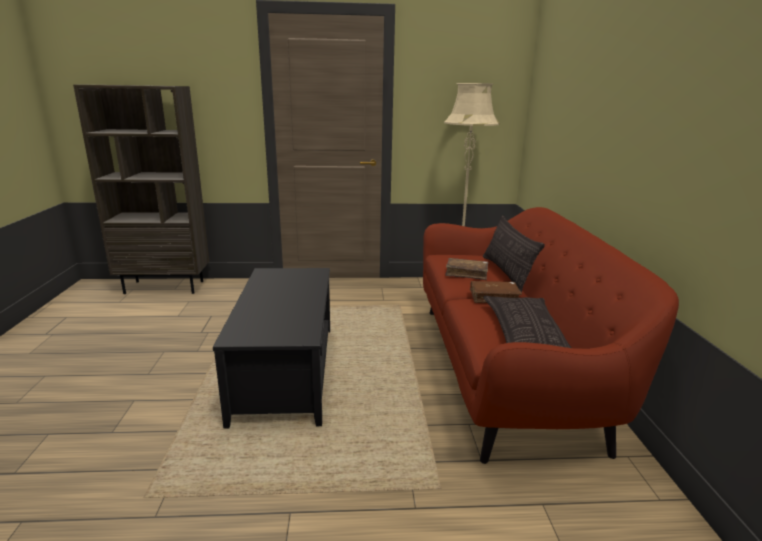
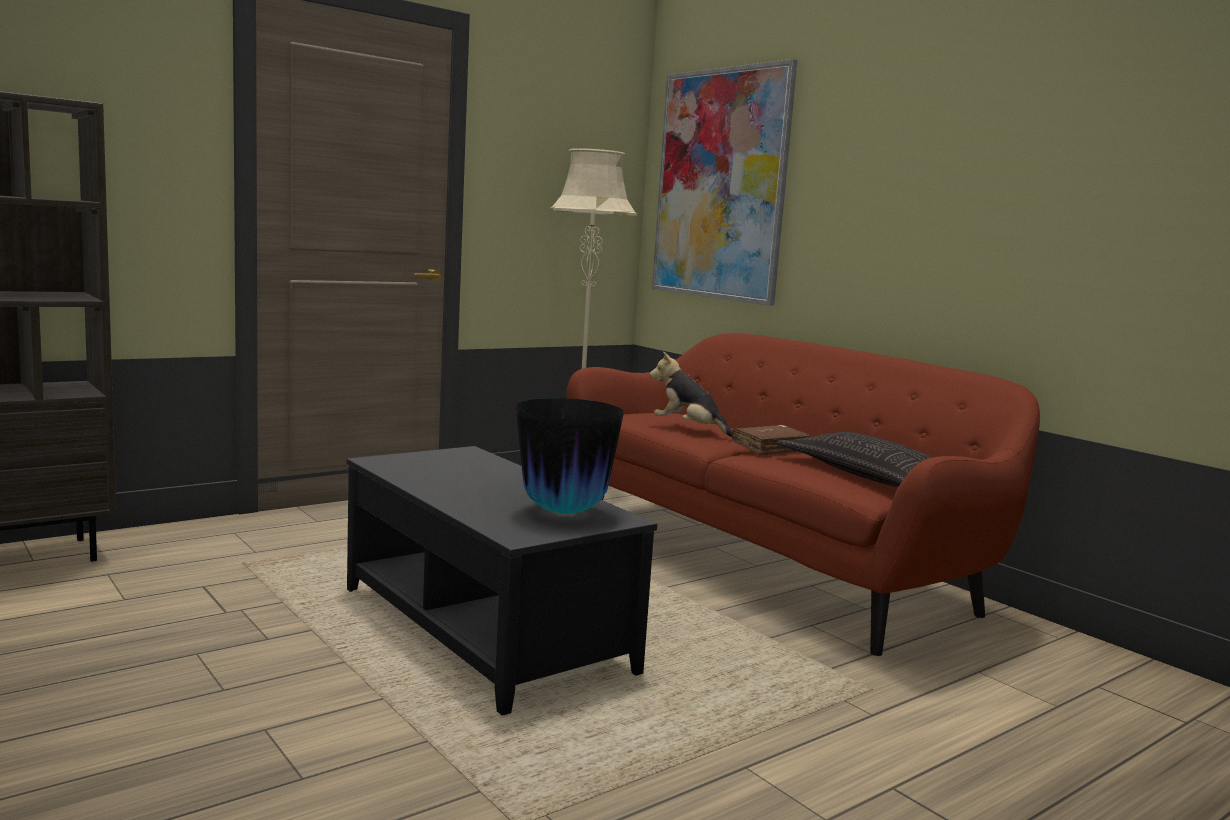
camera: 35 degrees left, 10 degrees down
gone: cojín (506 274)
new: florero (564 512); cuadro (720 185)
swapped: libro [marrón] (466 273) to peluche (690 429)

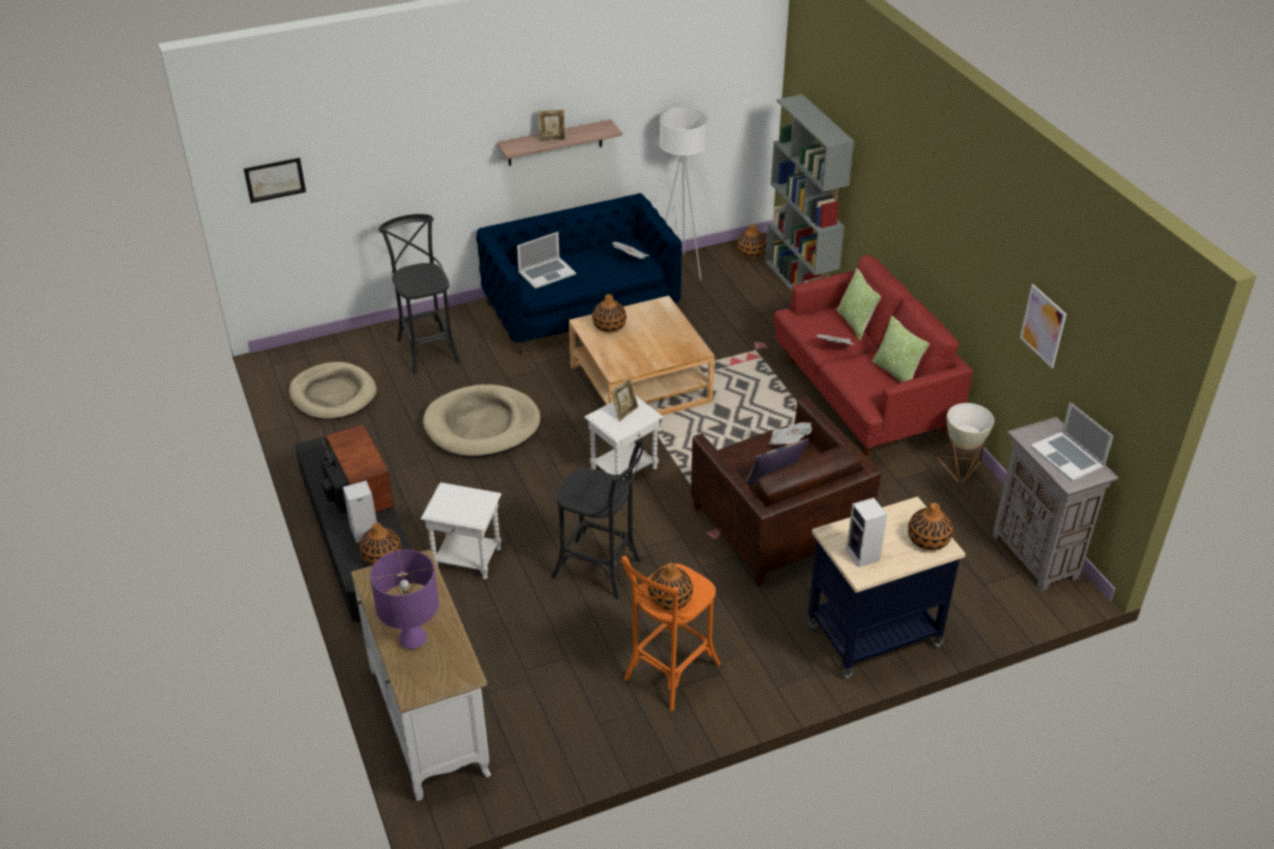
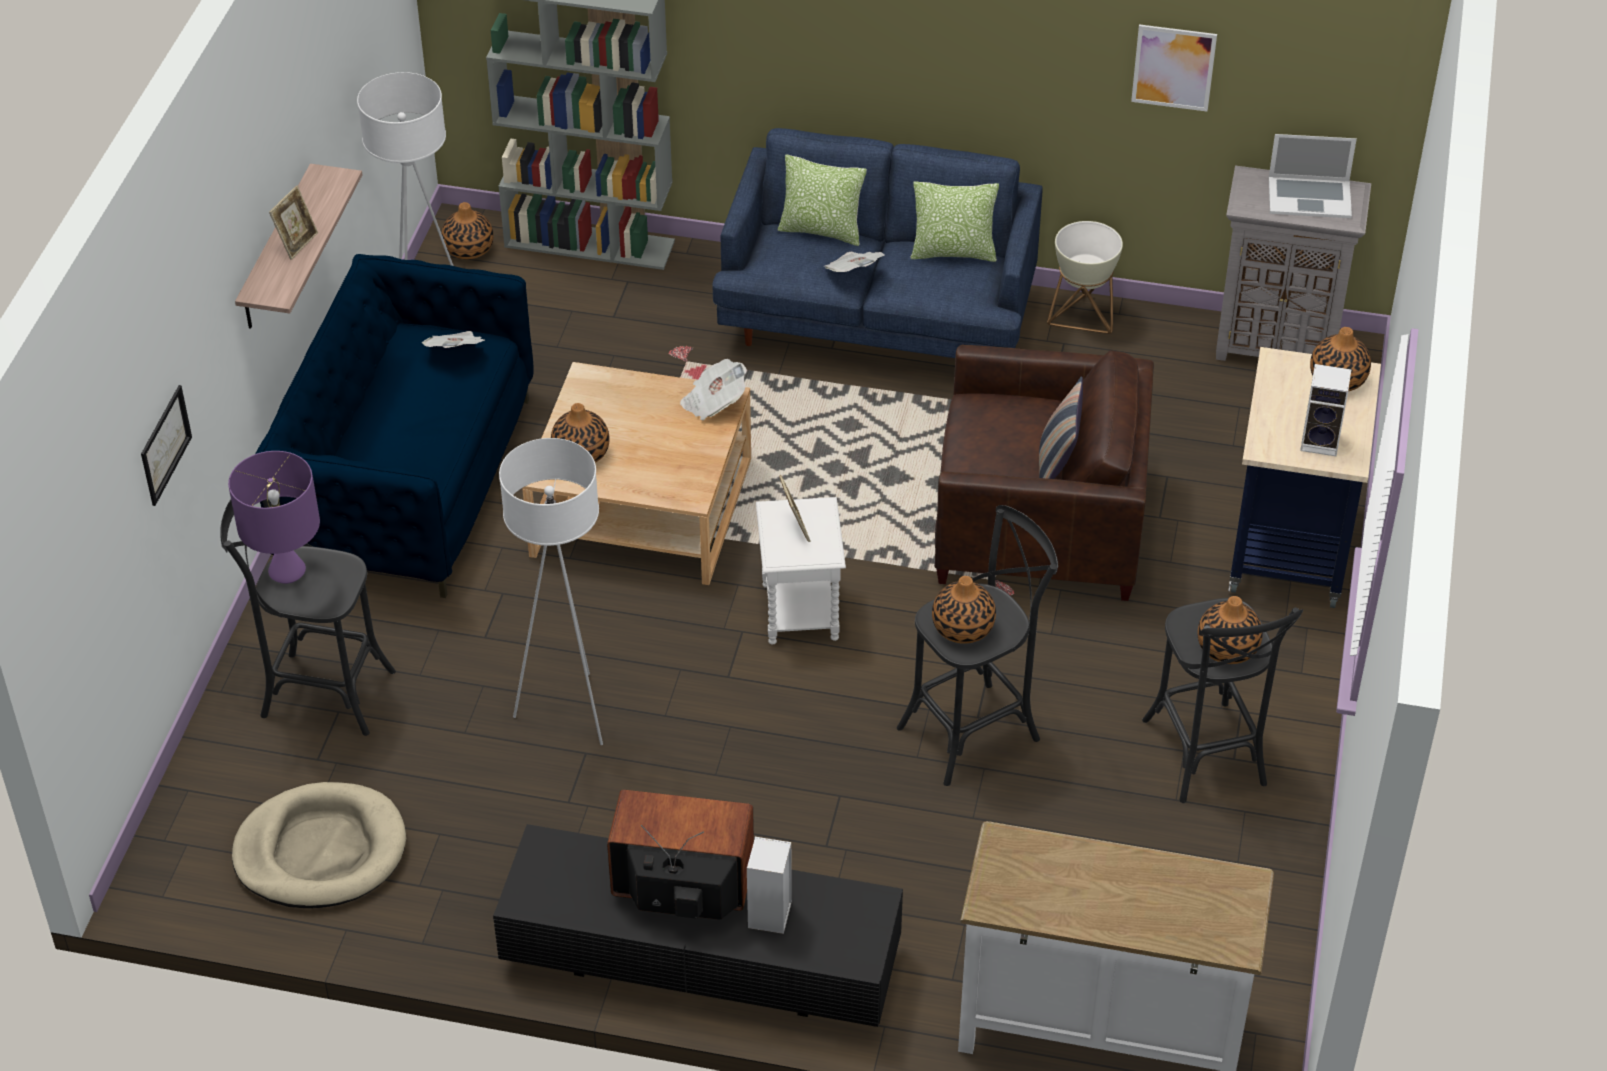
camera: 55 degrees left, 5 degrees up
gone: mesa auxiliar [blanco] (467 557); portátil (547 273)
shifted: cuadro (275 180) to (165 445); florero (382 556) to (962 627); lámpara de mesa [morado] (412 640) to (287 573); periódico (788 442) to (713 402)
swapped: cama para perro [beis] (482 426) to lámpara de pie [blanco] (568 712)
repainted: taburete [naranja] (668 674) to taburete [negro] (1206 757); sofá [rojo] (861 397) to sofá [azul] (877 321)

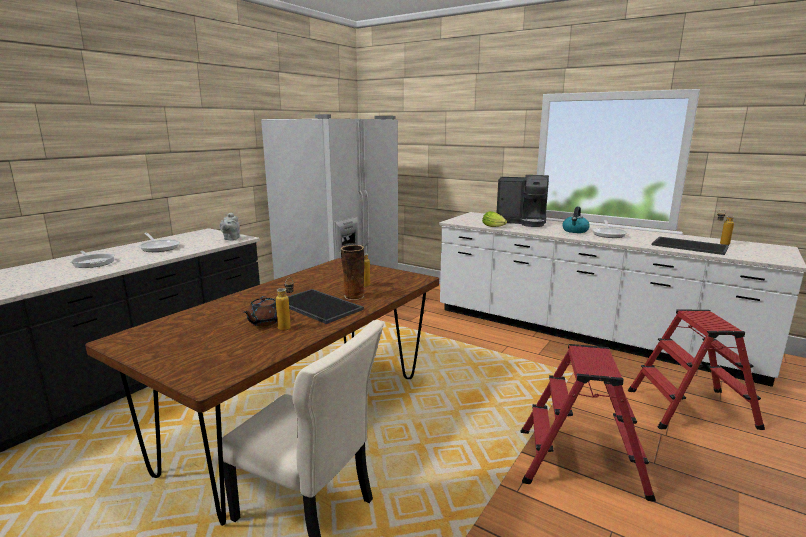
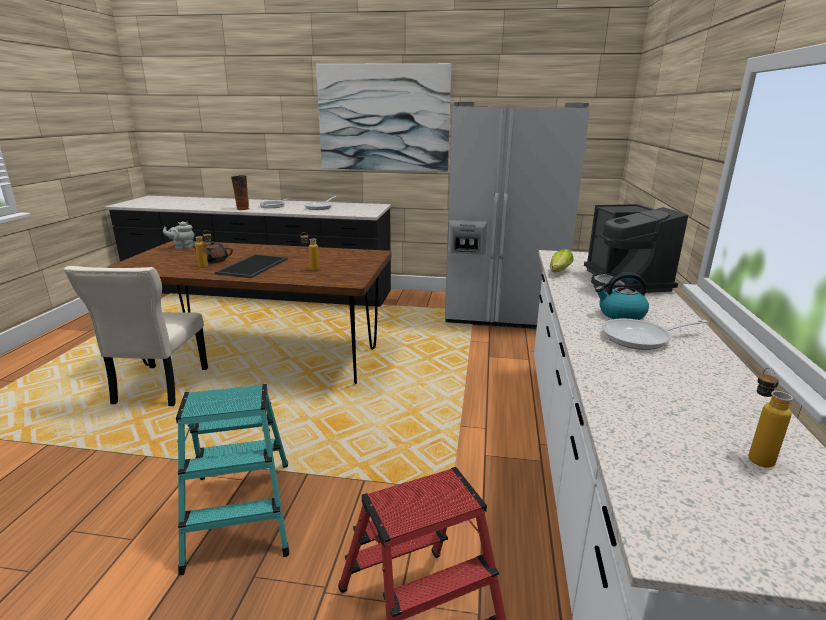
camera: 65 degrees right, 5 degrees up
gone: bandeja (690 246)
new: cuadro (383 118)
shifted: tetera [gris] (231 239) to (182 247); florero (353 297) to (242 209)
repainted: escalera de tijera [rojo] (581 463) to escalera de tijera [turquesa] (240 511)

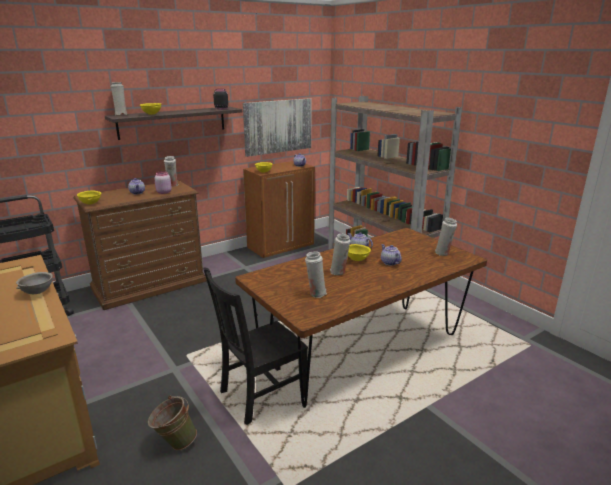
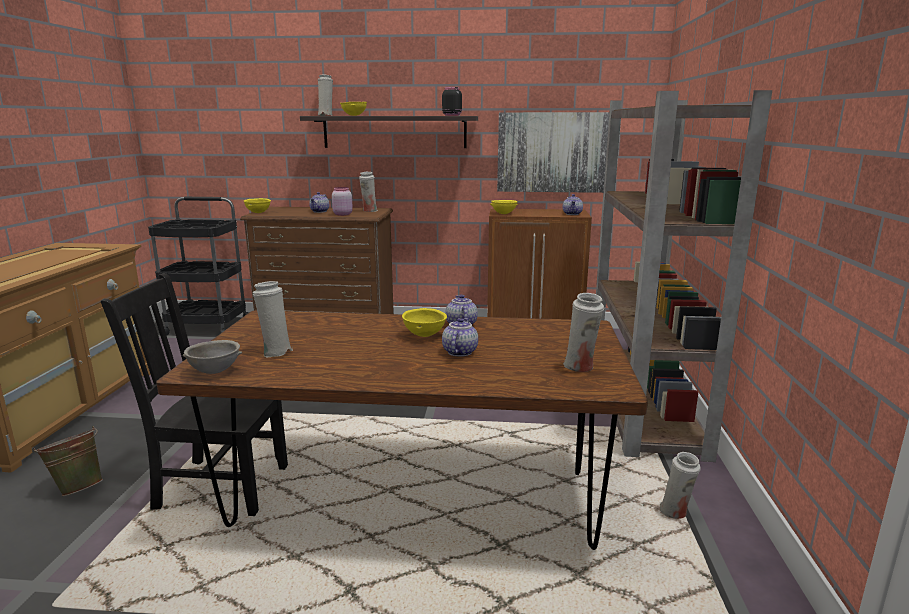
camera: 40 degrees right, 5 degrees down
shifted: cuenco [gris] (37 292) to (215 371); florero [blanco] (339 272) to (676 513)

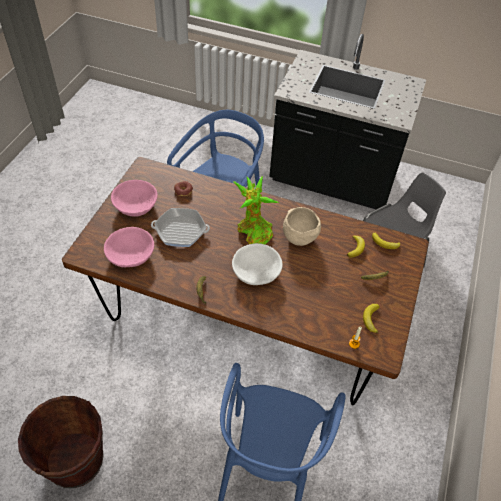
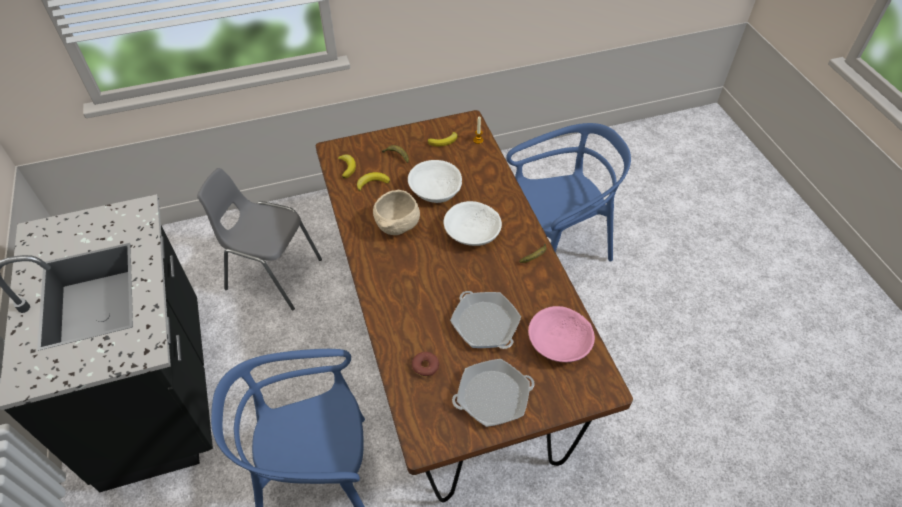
camera: 125 degrees left, 0 degrees up
gone: cubo [marrón] (75 460); planta en maceta (253 231)
new: cuenco [blanco] (435 190)
swapped: cuenco [rosa] (135 205) to sartén (493 396)

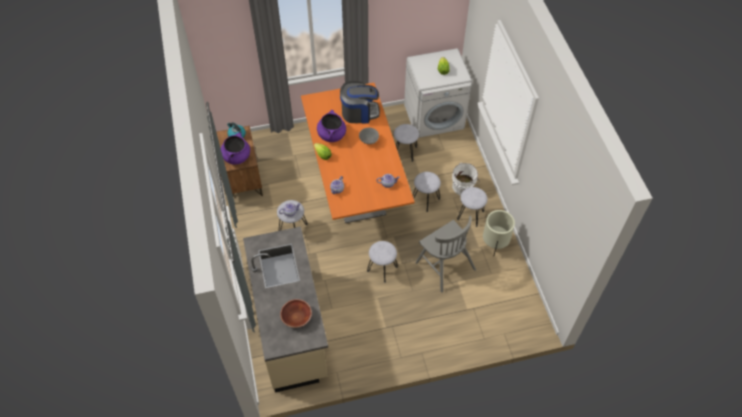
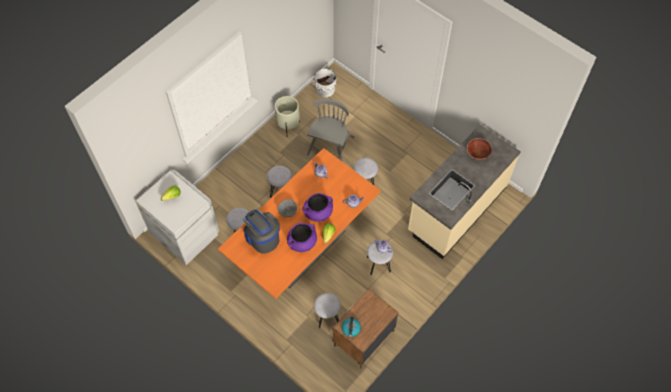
camera: 125 degrees left, 5 degrees up
shifted: olla [morado] (236 157) to (318 212); cubo [blanco] (464 186) to (324 89); taburete [gris] (470 215) to (327 317)

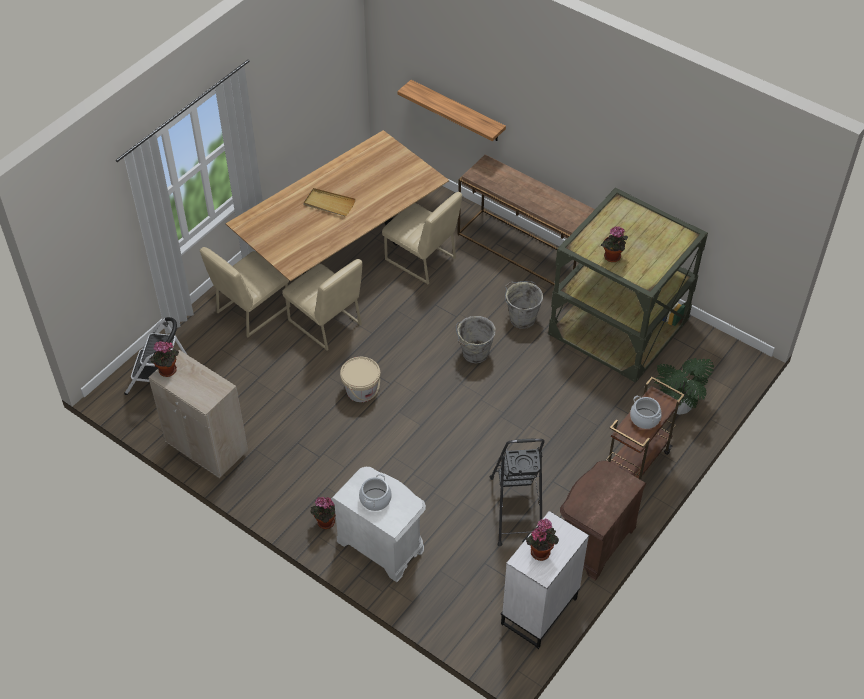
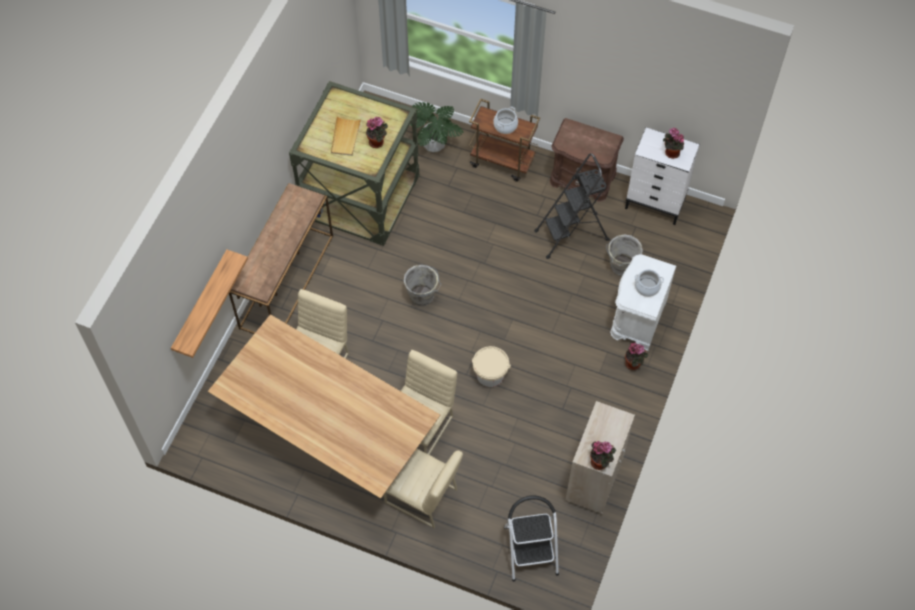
camera: 105 degrees left, 10 degrees up
shifted: bandeja [beis] (329 204) to (345 137); cubo [gris] (521 318) to (621 266)

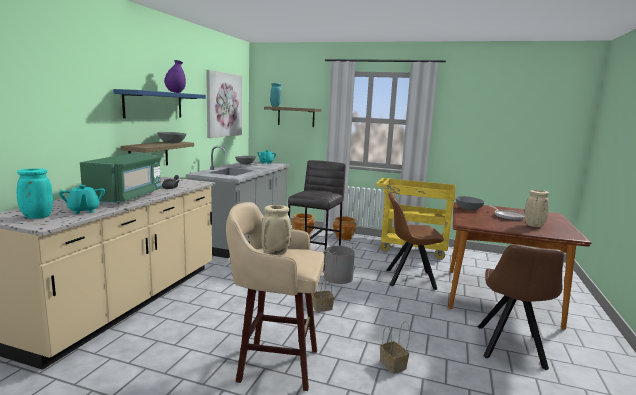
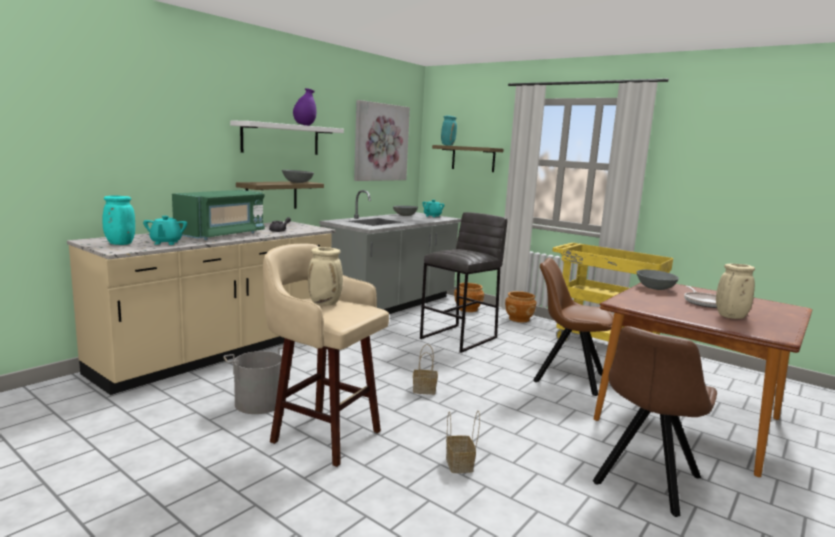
camera: 20 degrees right, 0 degrees up
shifted: cubo [gris] (338 277) to (259 403)
repainted: estante [azul] (153 104) to estante [blanco] (281 139)

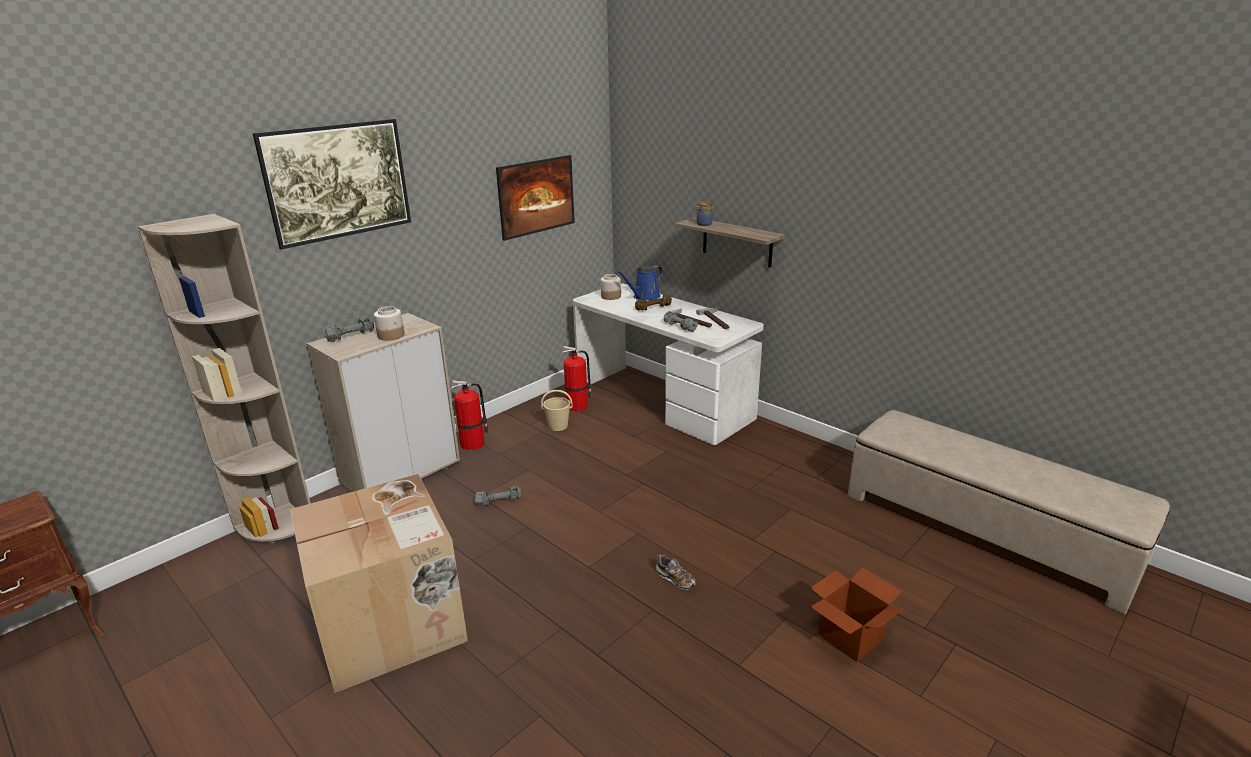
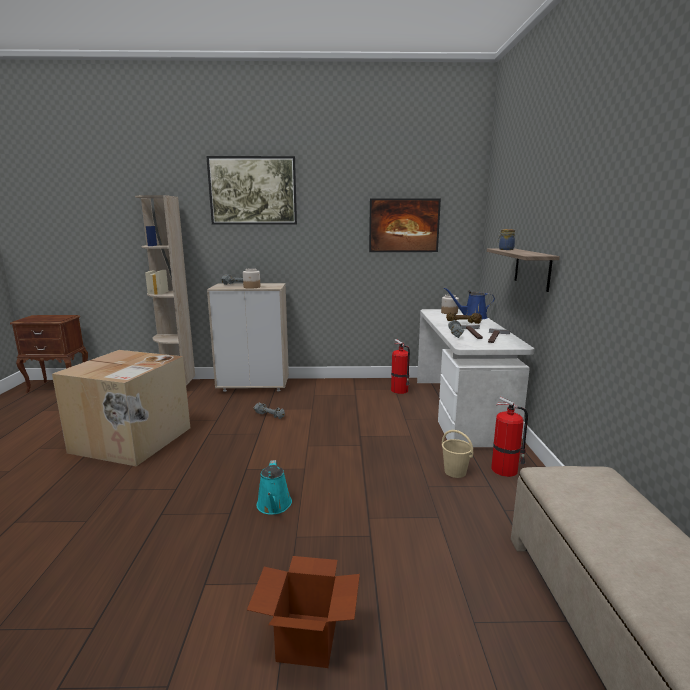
camera: 45 degrees right, 10 degrees down
shifted: extintor (473 443) to (505 470); cubo [beis] (558 426) to (455 472)
swapped: zapato (675 579) to regadera [turquesa] (274 506)

